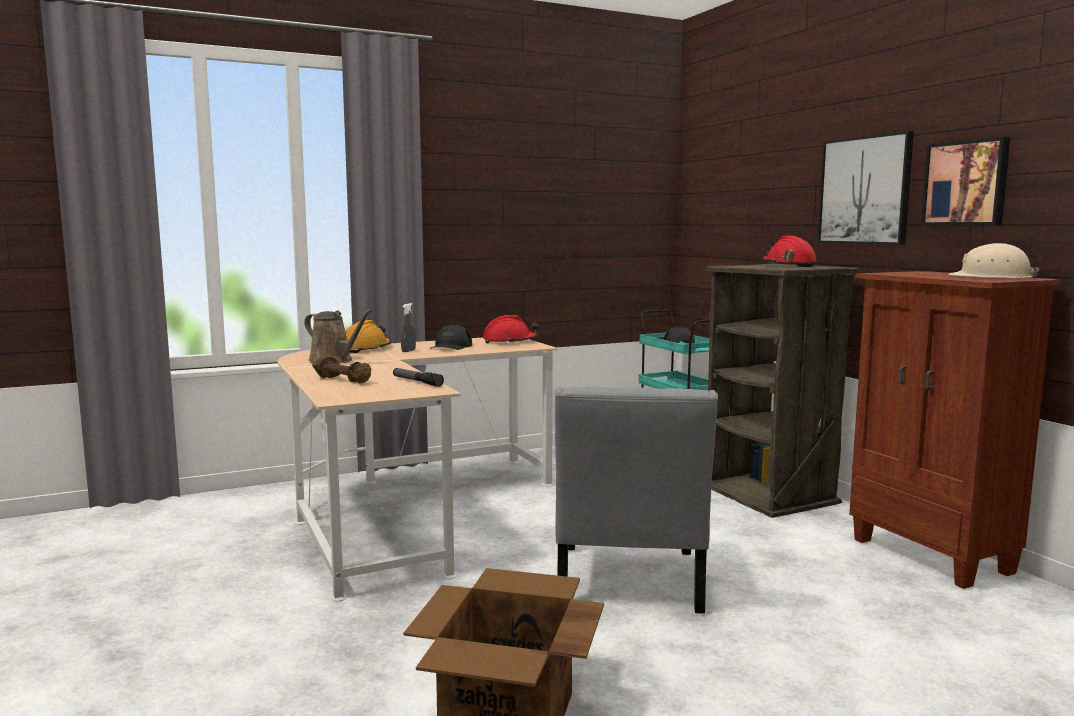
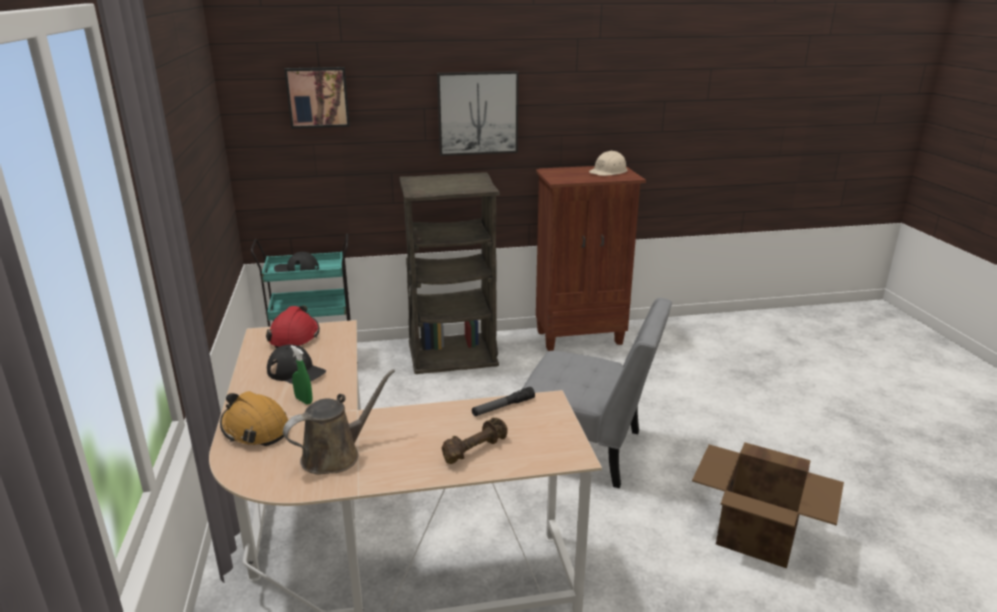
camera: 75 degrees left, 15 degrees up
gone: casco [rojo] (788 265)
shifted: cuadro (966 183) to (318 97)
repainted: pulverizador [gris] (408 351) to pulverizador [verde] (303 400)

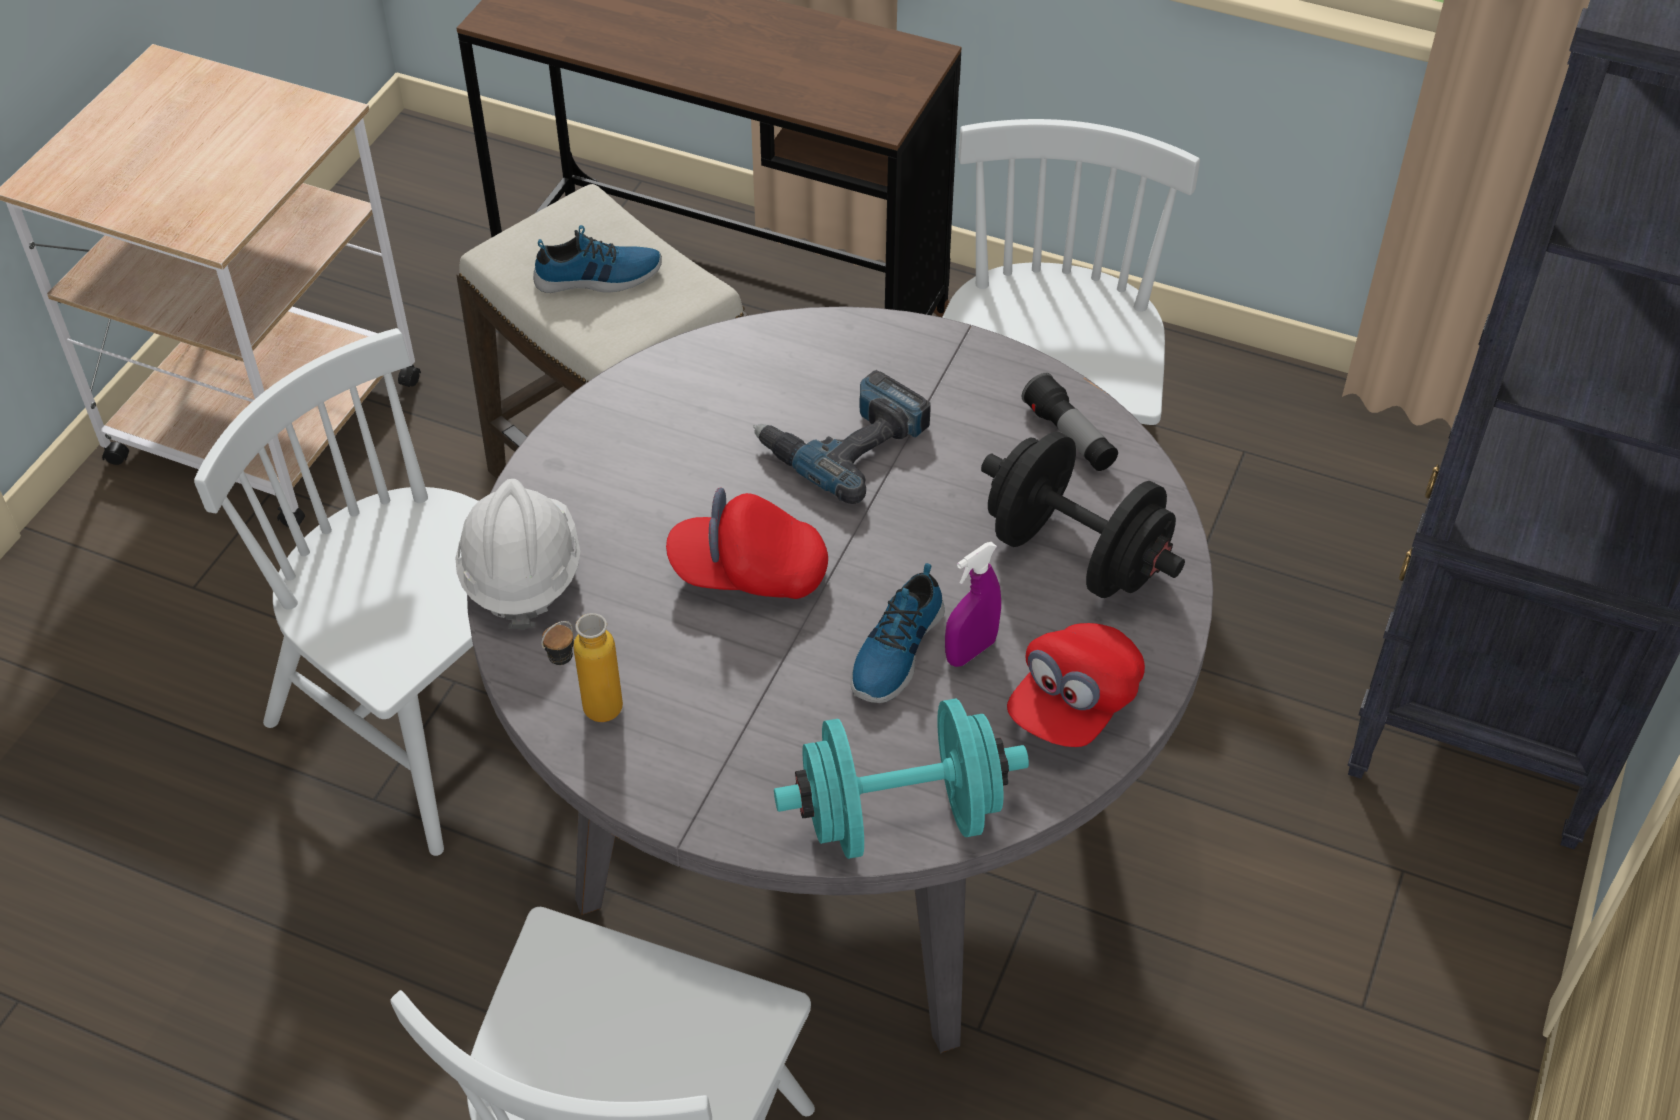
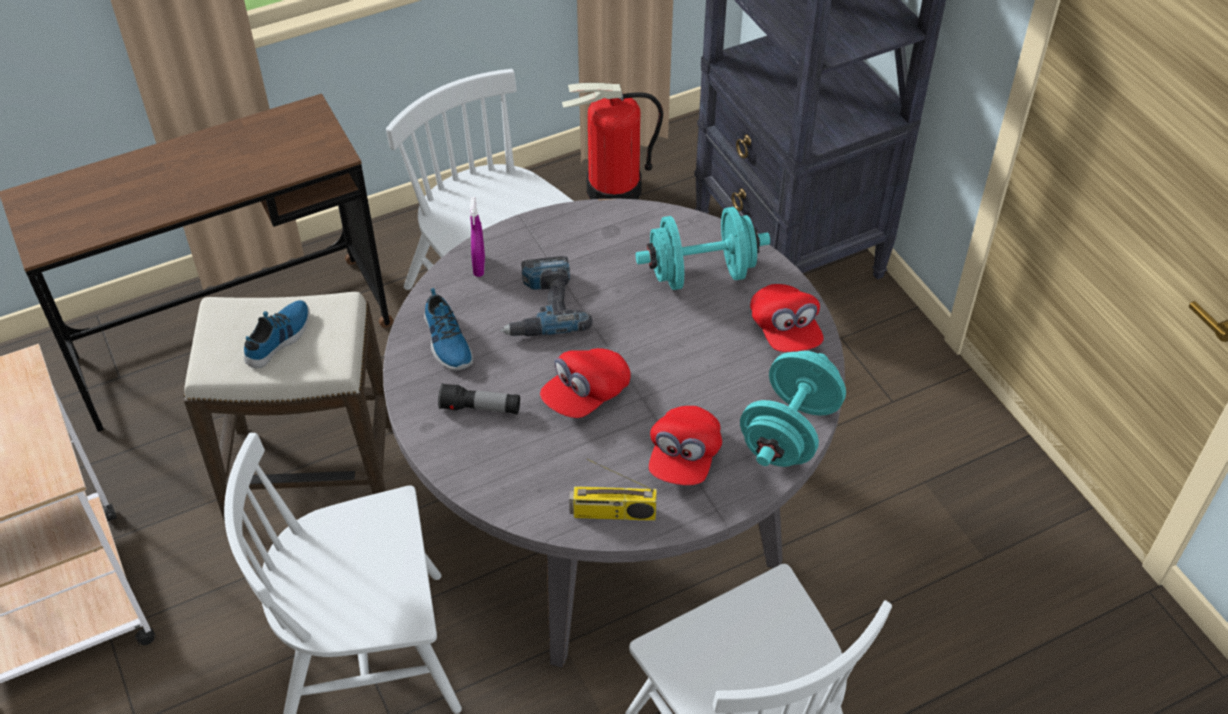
camera: 50 degrees left, 0 degrees up
gone: casco [blanco] (521 574)
new: extintor (613 190); gorra [rojo] (684 458)
shifted: zapato (895 650) to (446 341); pulverizador [morado] (970 651) to (479 266); linterna (1069 436) to (480 408)
swapped: botella (588 716) to radio (612 513)
repainted: mancuerna [negro] (1075 555) to mancuerna [turquesa] (701 273)

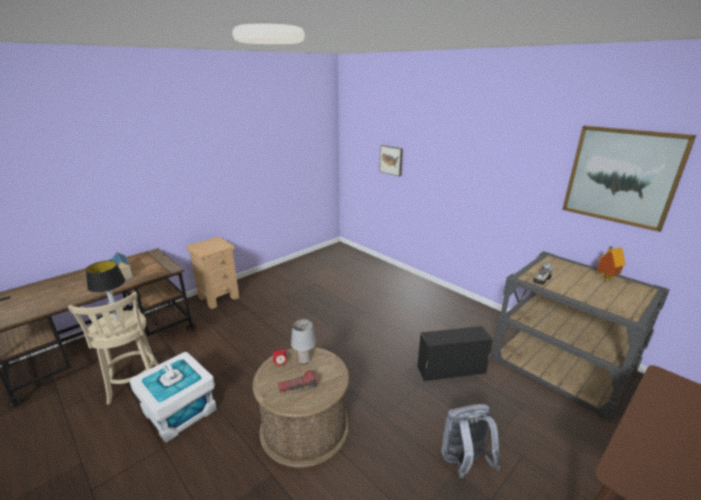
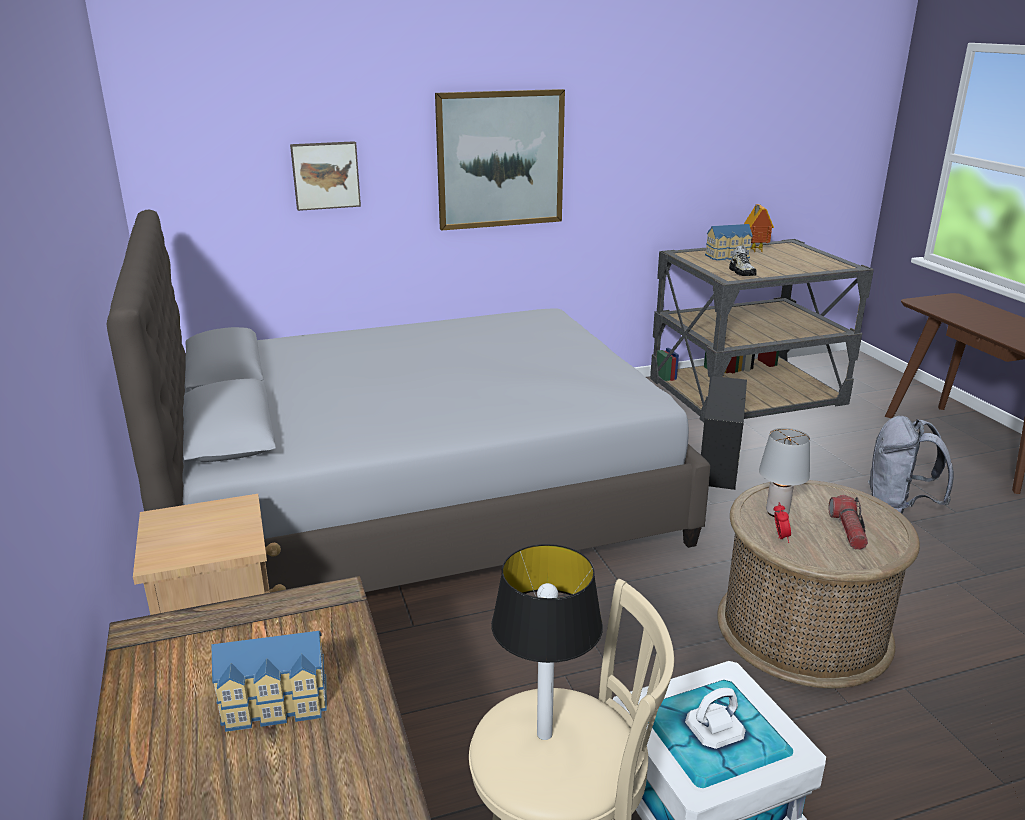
camera: 65 degrees left, 0 degrees up
new: cama [gris] (418 502); casita (728 256)
shifted: cuadro (621 176) to (500 159)

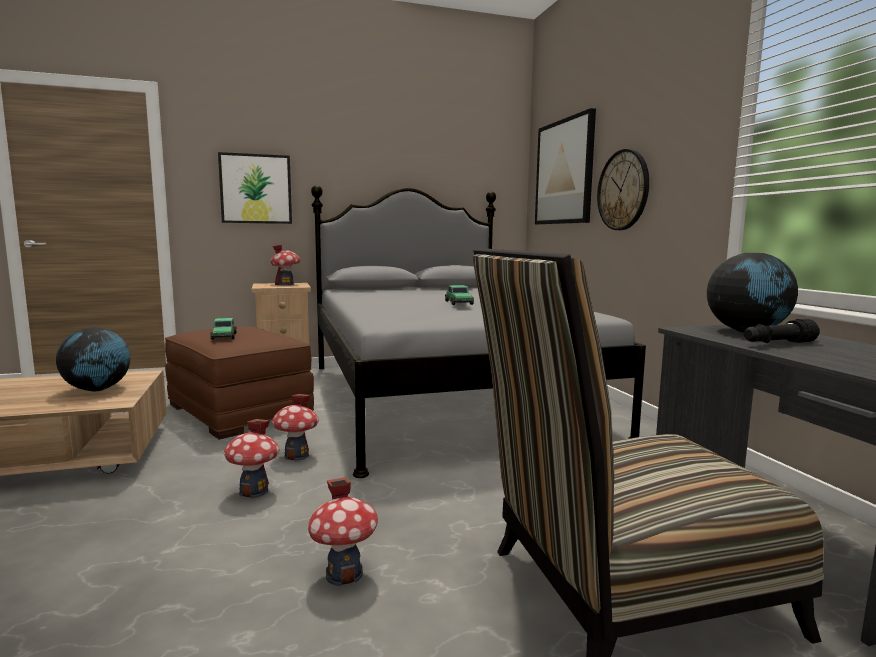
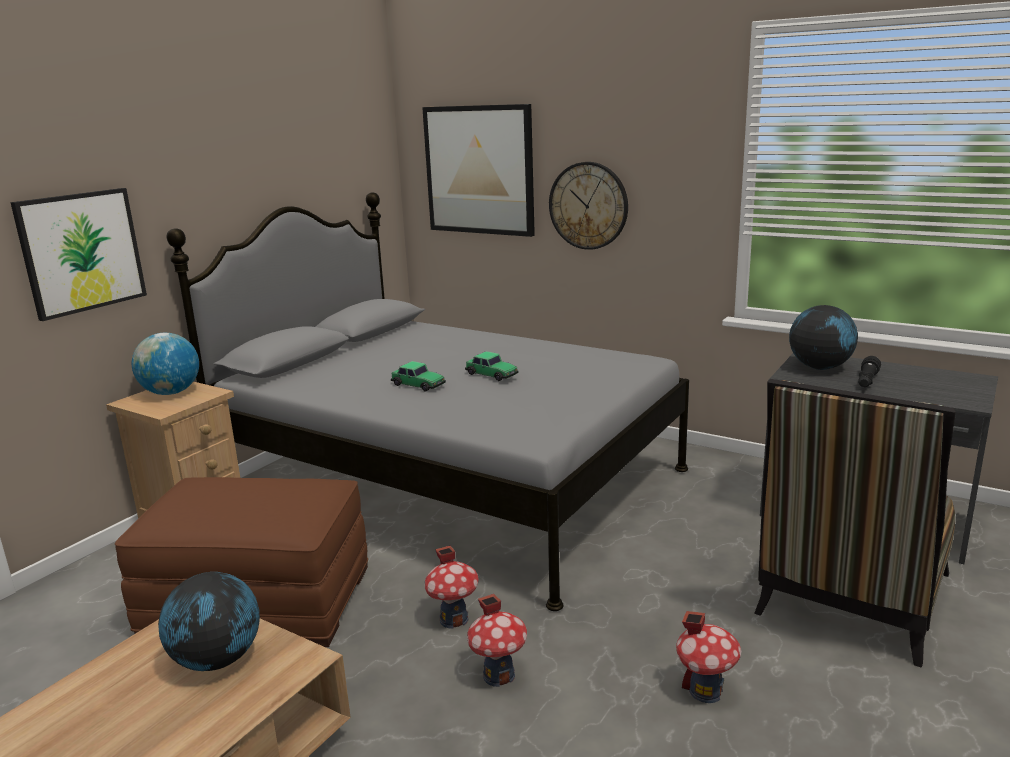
camera: 40 degrees left, 10 degrees up
shifted: coche de juguete (224 336) to (418 385)
swapped: casita (286 284) to globo terráqueo (171 393)

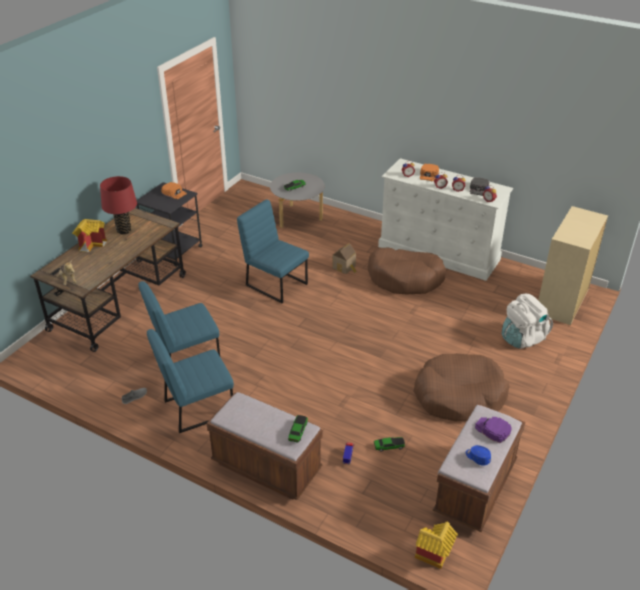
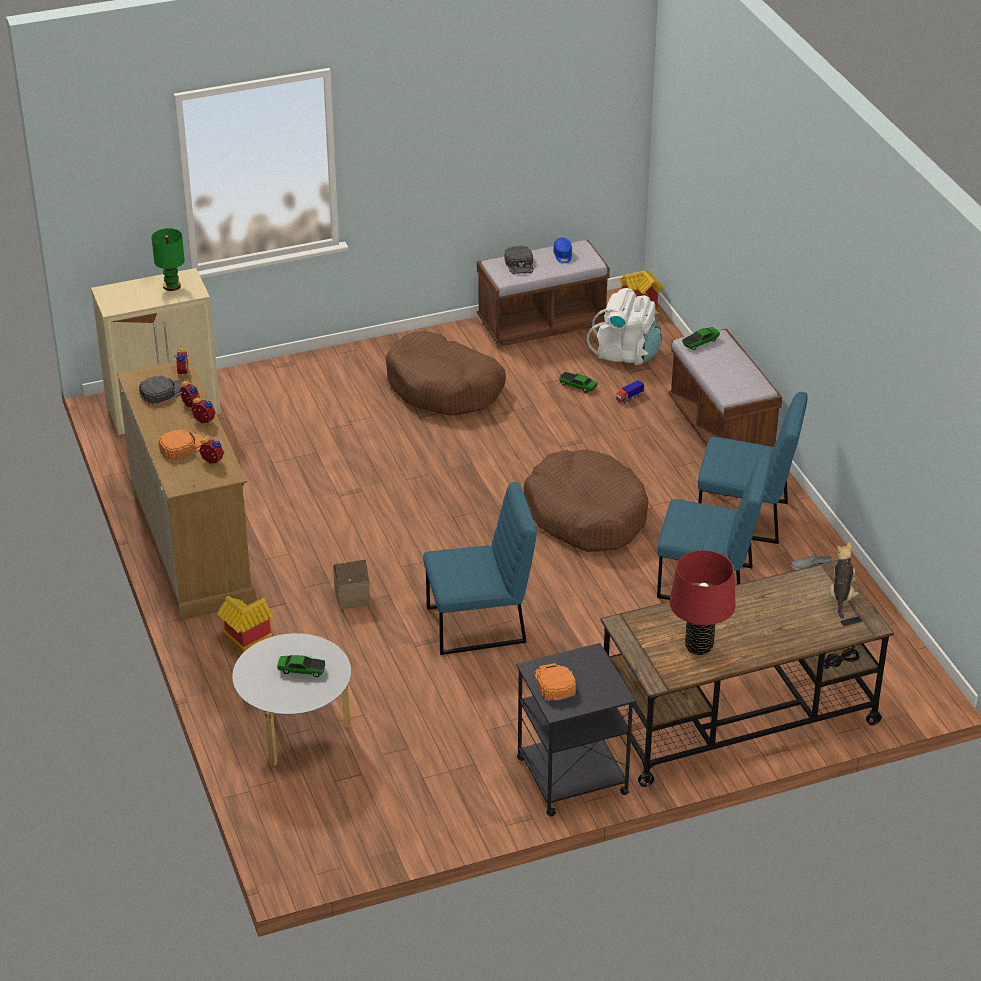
camera: 140 degrees left, 0 degrees up
new: lámpara de mesa [verde] (172 286)
shifted: casita (92 244) to (245 641); cama para perro [marrón] (405 278) to (586 514); mochila [blanco] (522 338) to (625 353)
repainted: cómoda [blanco] (439 253) to cómoda [marrón] (193 545); gorra [morado] (492 430) to gorra [negro] (519 264)
rotated: silla [azul] (275 283) = (479 625) 90 degrees counterclockwise

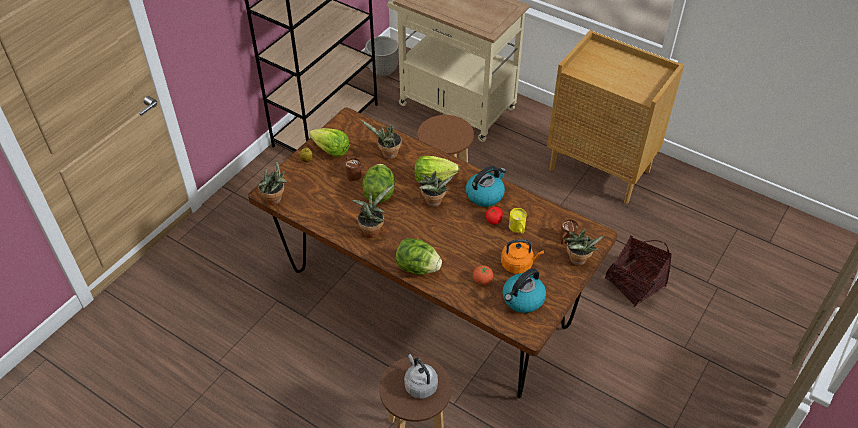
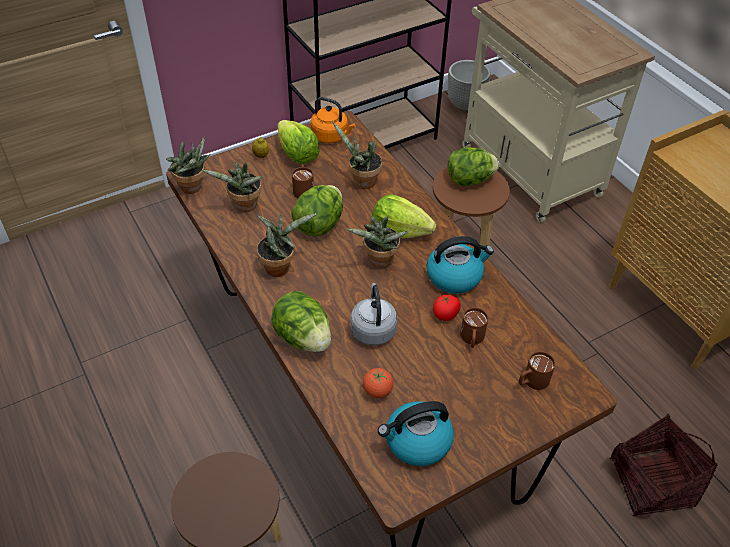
camera: 25 degrees right, 0 degrees up
new: lechuga (469 180)
shifted: hervidor [gris] (420 385) to (373 328); hervidor [naranja] (518 264) to (331 136); planta en maceta (577 261) to (244 207)
repainted: taza grande [amarillo] (518 229) to taza grande [marrón] (472 339)

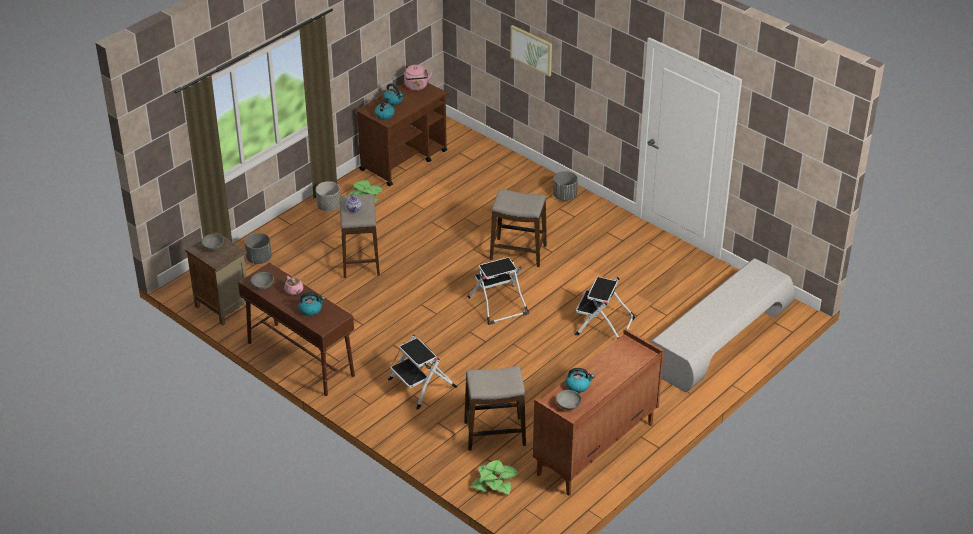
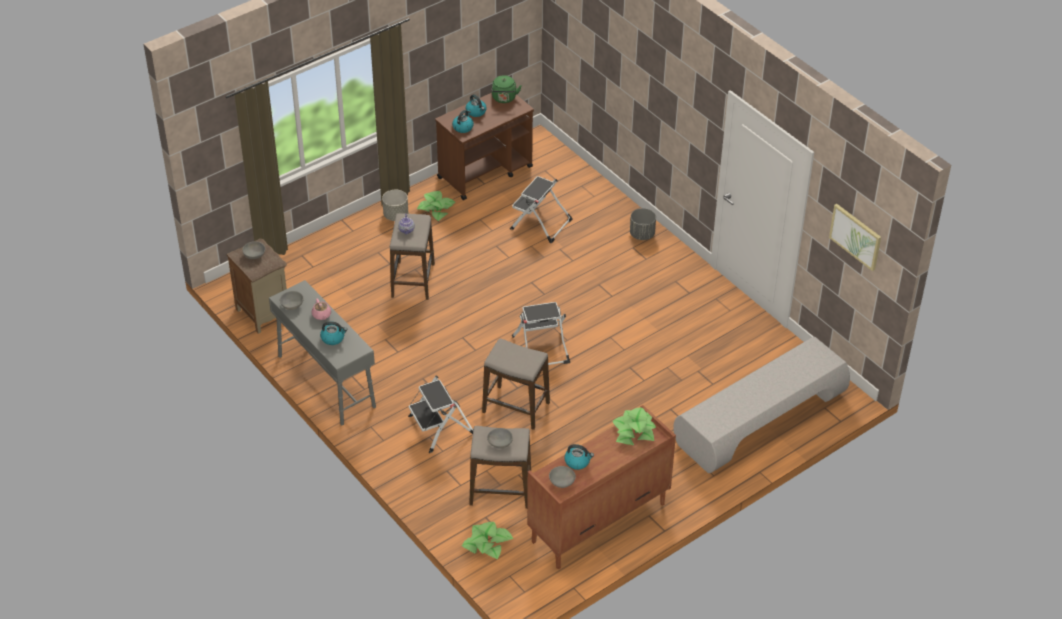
camera: 10 degrees right, 5 degrees up
gone: maceta [gris] (259 259)
new: cuenco [gris] (500 442); planta en maceta (634 431)
shifted: taburete (518 252) to (516 407); cuadro (531 50) to (855 236); escalera de tijera (604 324) to (540 222)
repainted: mesa consola [marrón] (301 359) to mesa consola [gris] (327 381); hervidor [rosa] (416 87) to hervidor [verde] (504 99)

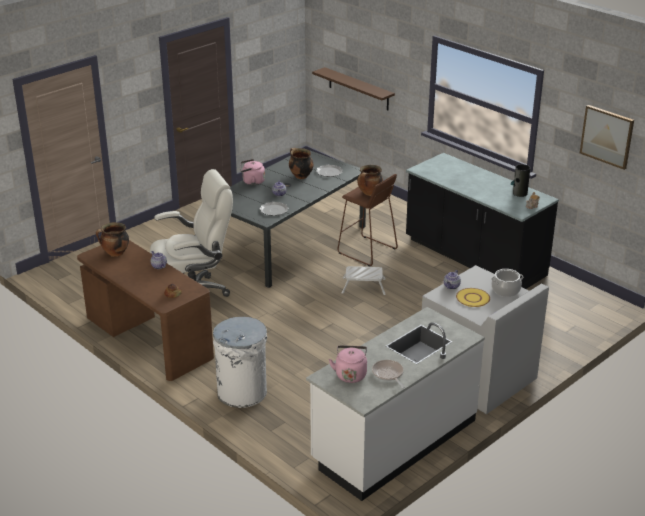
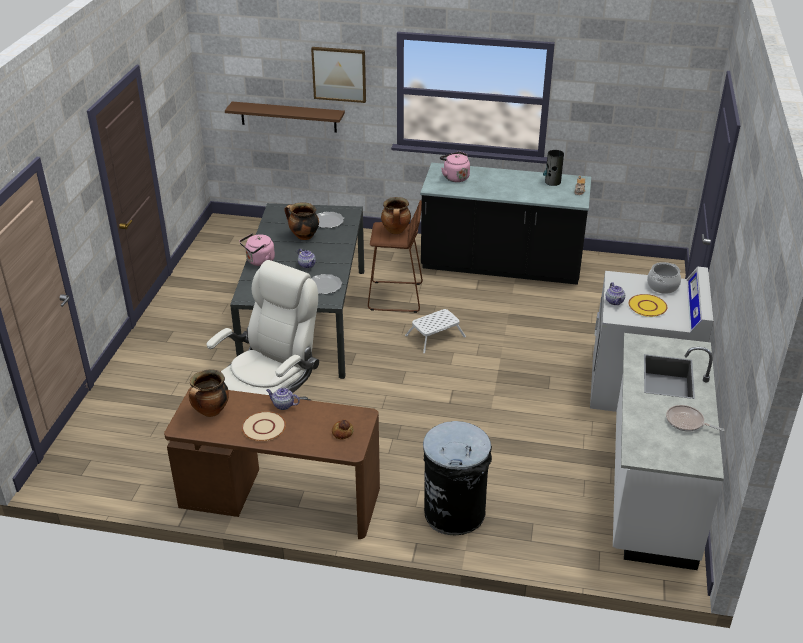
camera: 35 degrees left, 5 degrees up
new: plato [beis] (263 427)
shifted: hervidor [rosa] (350 374) to (455 177); cuadro (607 136) to (339 74)
repainted: papelera [blanco] (242 393) to papelera [negro] (455 512)

